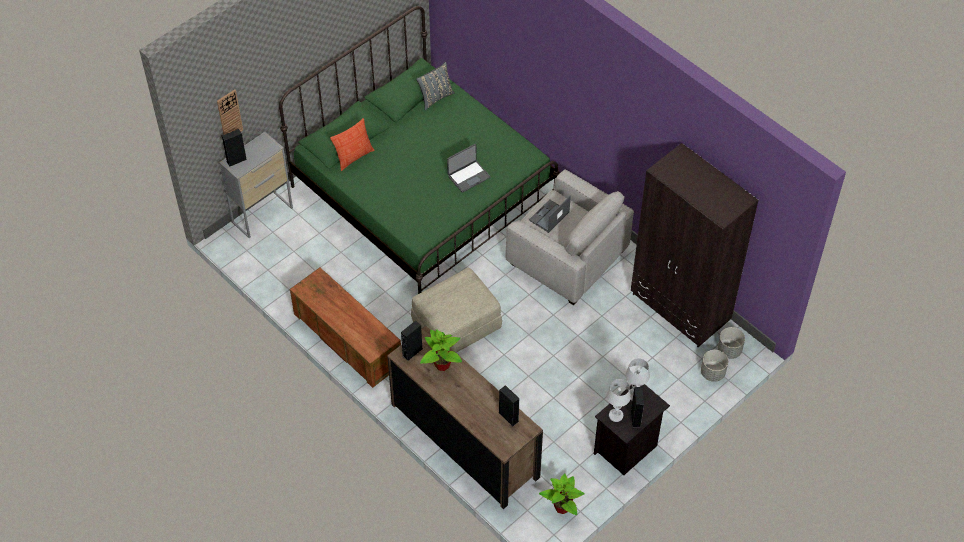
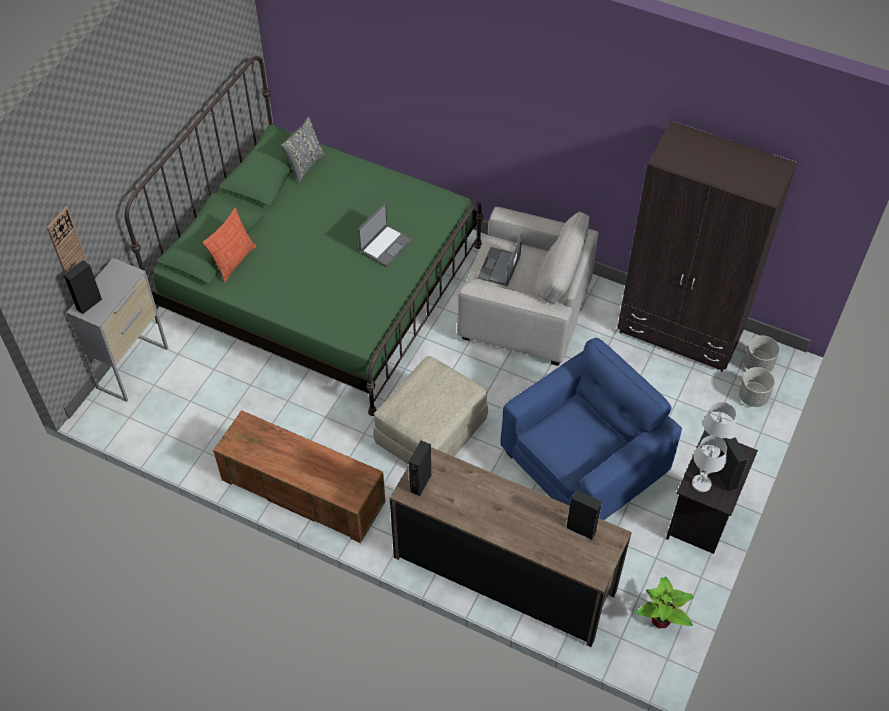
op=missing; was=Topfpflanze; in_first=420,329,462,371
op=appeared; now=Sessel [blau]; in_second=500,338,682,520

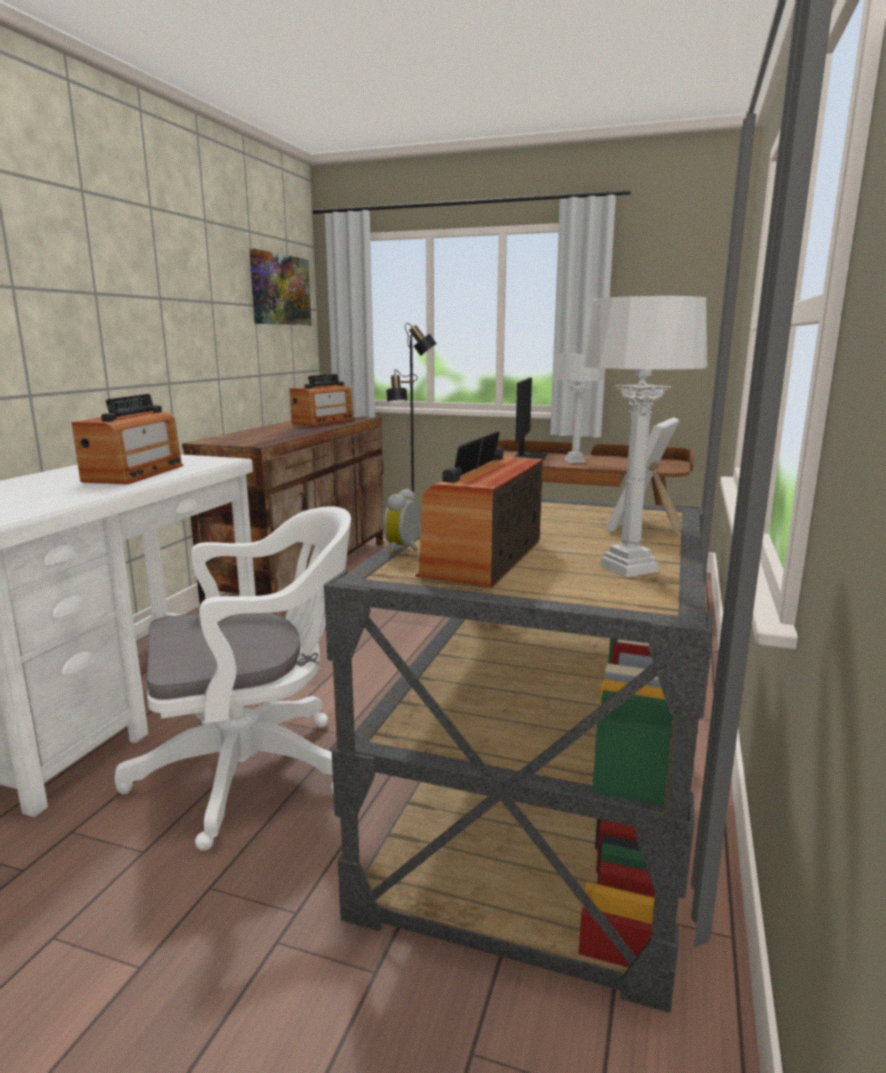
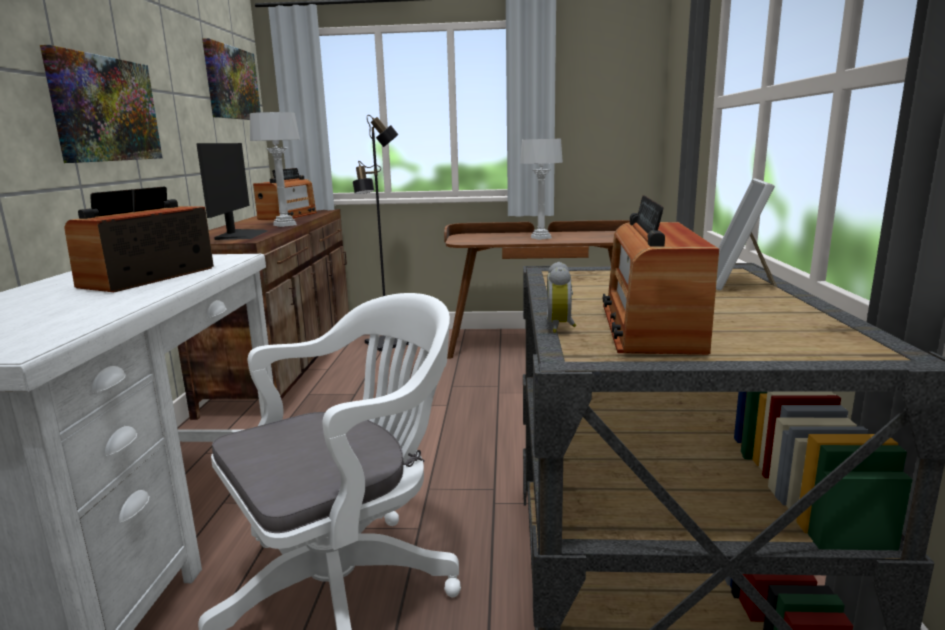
op=spun; was=Radio; in_first=72,394,183,484; in_second=64,187,214,292; clockwise=-150
op=relocated; was=Monitor; in_first=514,377,547,461; in_second=196,143,268,240
op=relocated; was=Tischlampe [grau]; in_first=583,296,708,577; in_second=250,112,300,227
op=appeared; now=Bild; in_second=40,45,163,163

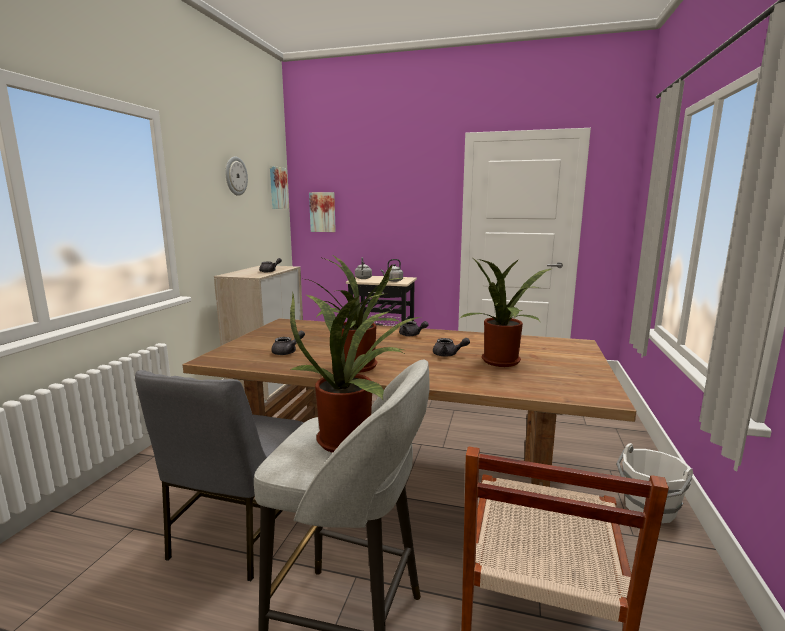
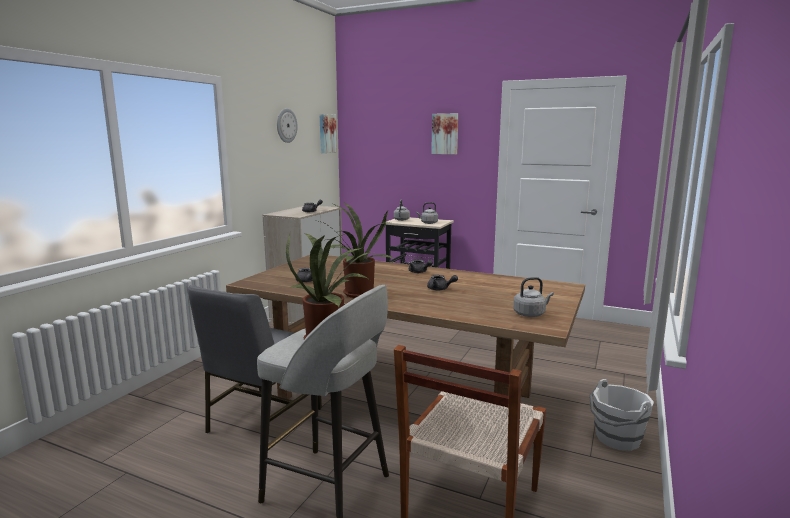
op=relocated; was=Bild; in_first=309,192,336,232; in_second=431,113,458,155
op=missing; was=Topfpflanze; in_first=459,258,551,367
op=appeared; now=Wasserkessel [grau]; in_second=513,277,554,317

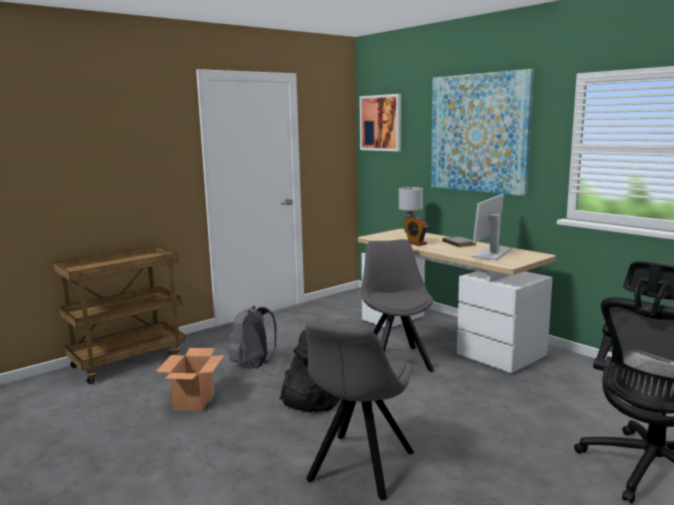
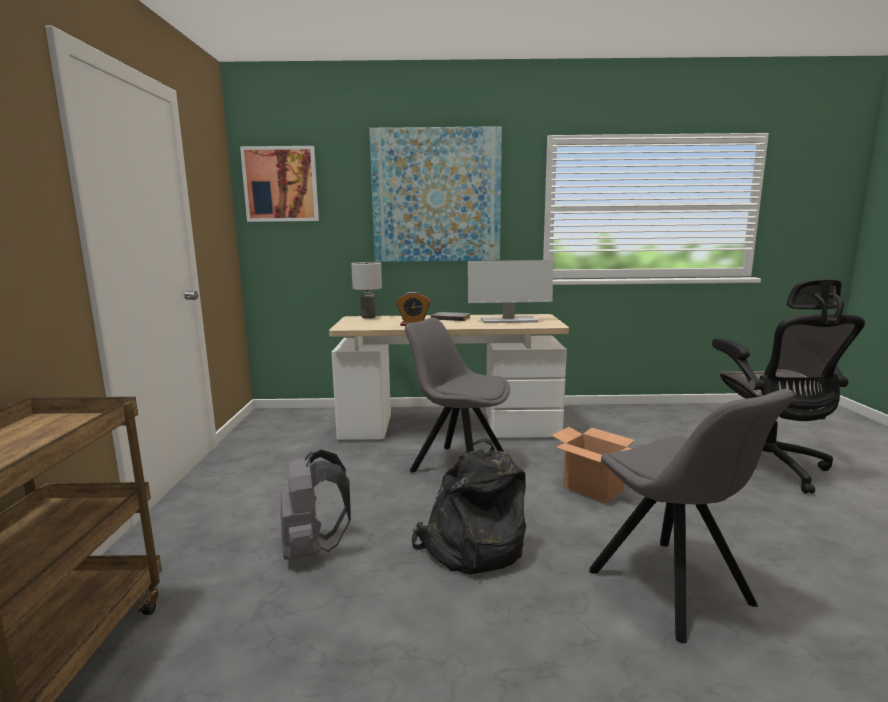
op=relocated; was=Karton; in_first=156,348,224,411; in_second=551,427,635,504
op=spun; was=Monitor; in_first=472,194,512,260; in_second=468,260,553,323; clockwise=-75

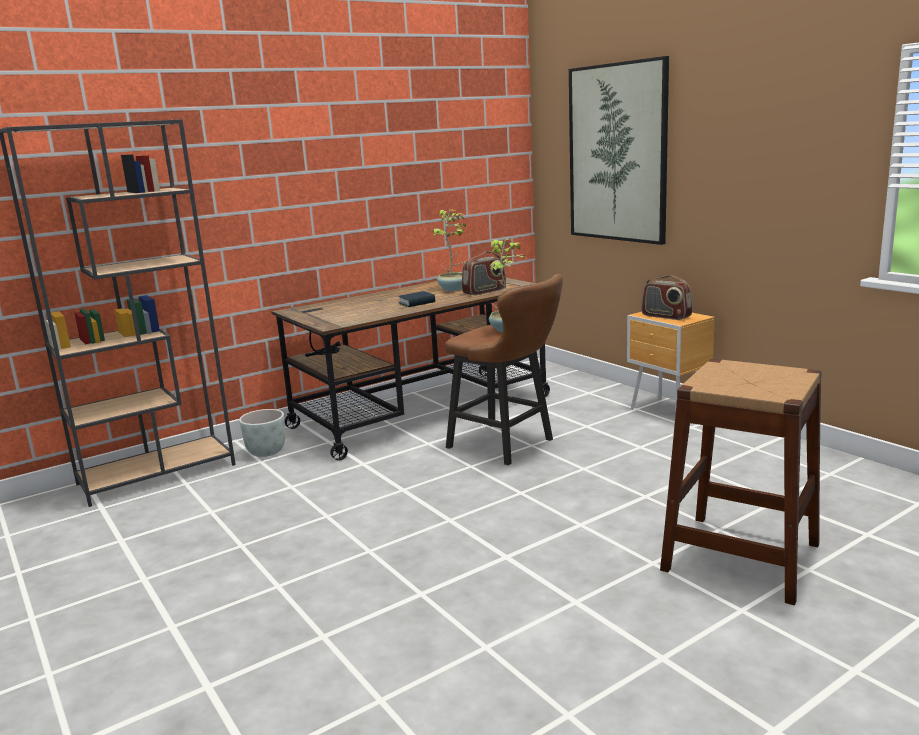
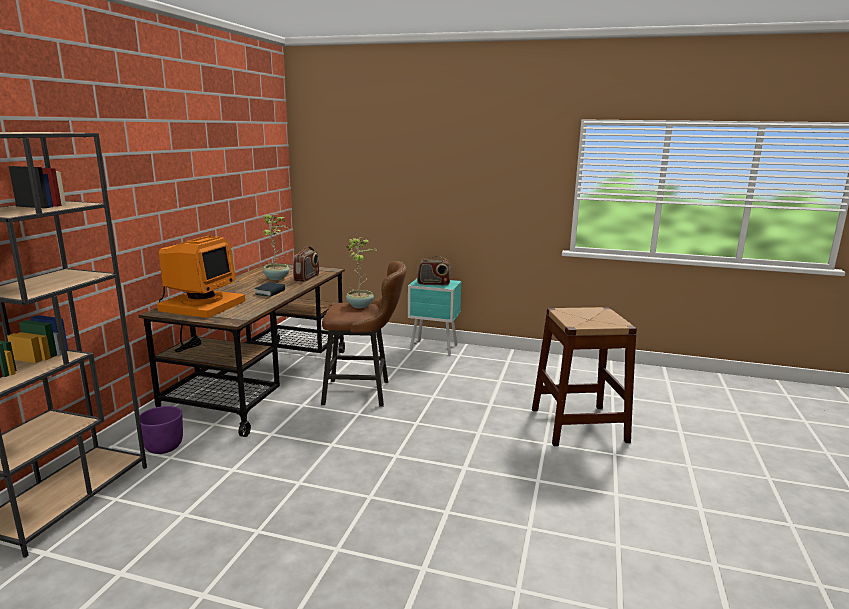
op=colour; was=Pflanzkübel [grau]; now=Pflanzkübel [lila]; in_first=239,409,285,457; in_second=140,406,183,454
op=missing; was=Bild; in_first=569,56,669,245
op=colour; was=Nachttisch [braun]; now=Nachttisch [türkis]; in_first=627,312,715,415; in_second=408,279,461,355
op=appeared; now=Monitor; in_second=157,236,245,318

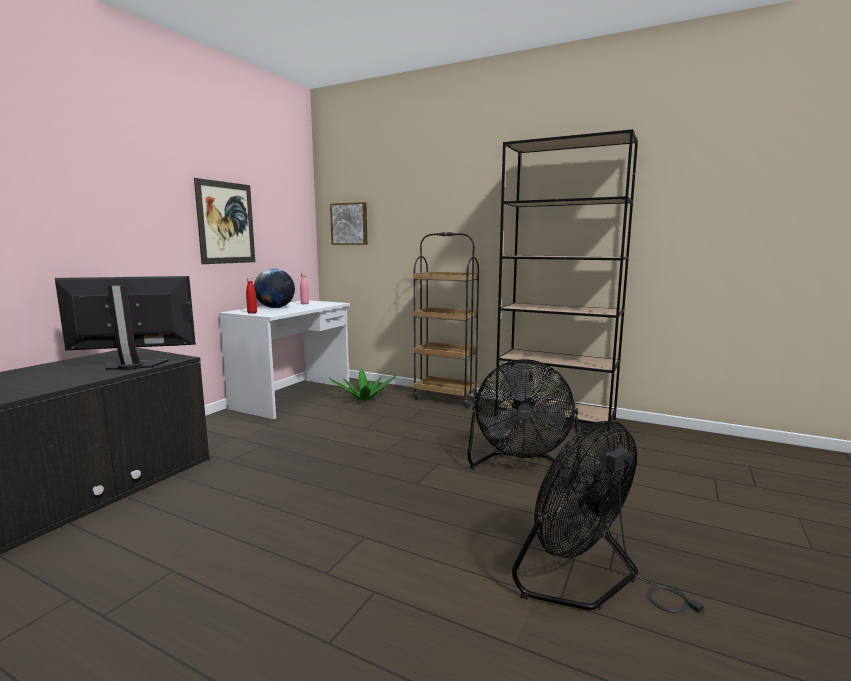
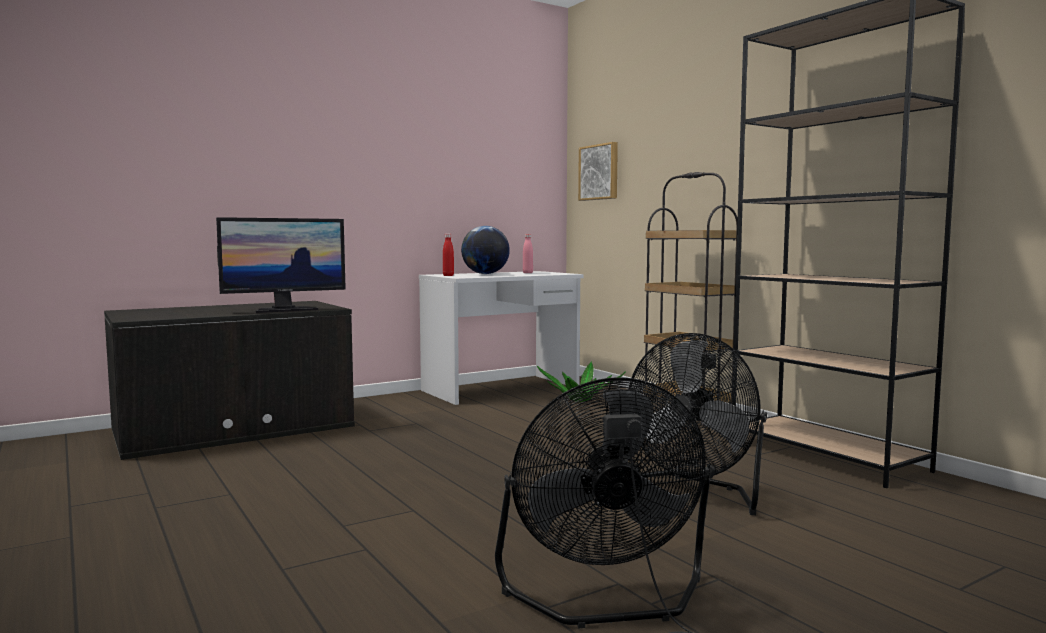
op=spun; was=Monitor; in_first=55,276,196,370; in_second=216,217,346,313; clockwise=135
op=missing; was=Bild; in_first=194,178,255,264

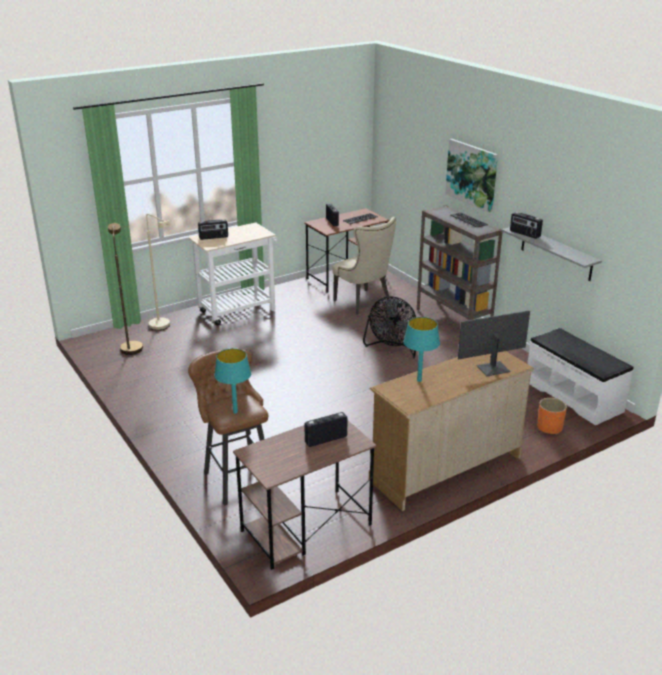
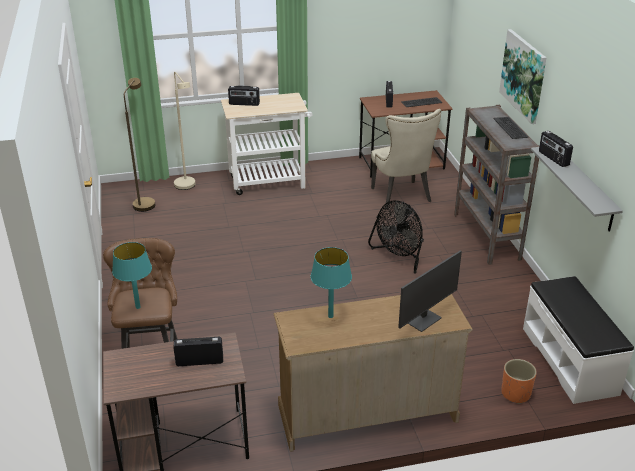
op=spun; was=Monitor; in_first=458,310,530,376; in_second=398,250,462,332; clockwise=135

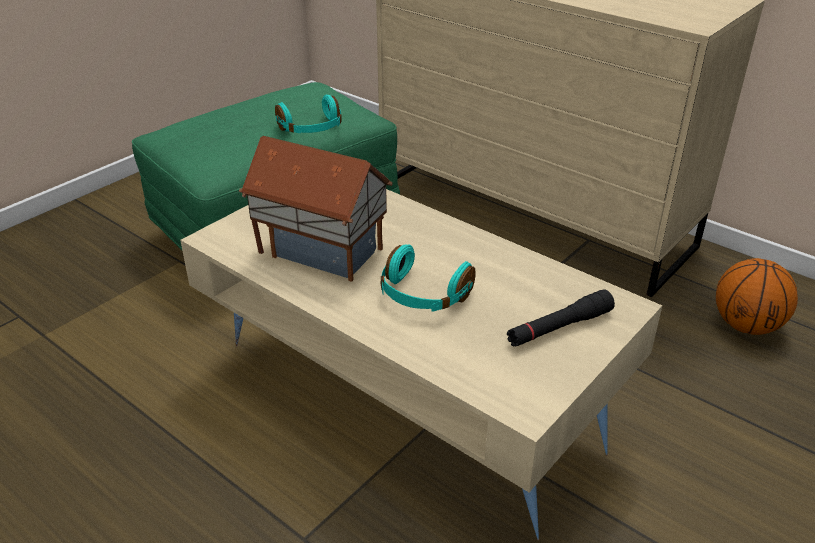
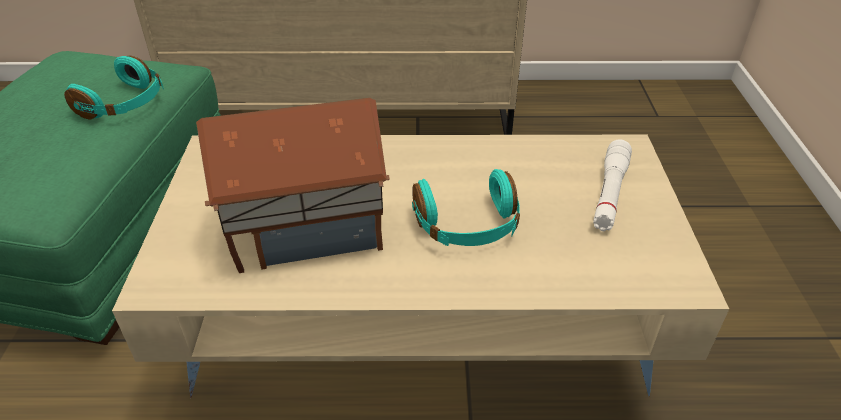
op=colour; was=Taschenlampe [schwarz]; now=Taschenlampe [weiß]; in_first=507,289,615,347; in_second=593,140,632,231
op=missing; was=Basketball; in_first=716,258,798,335

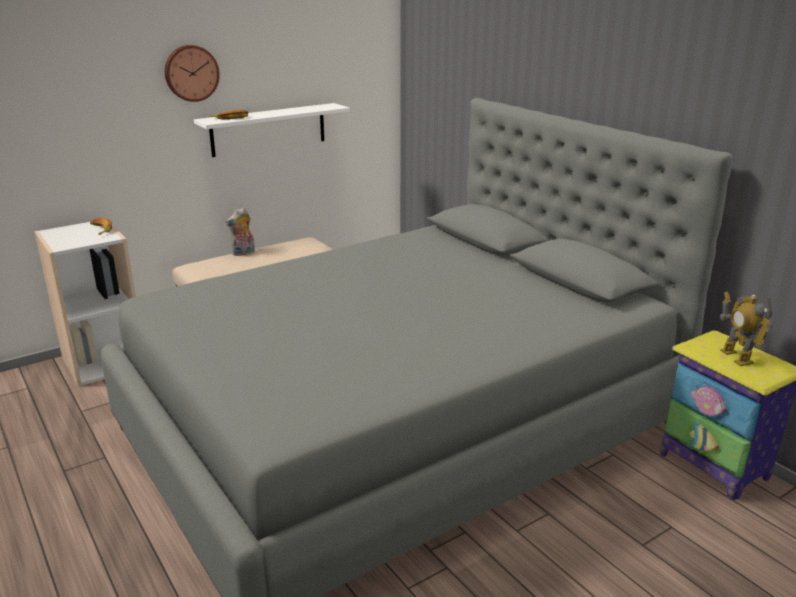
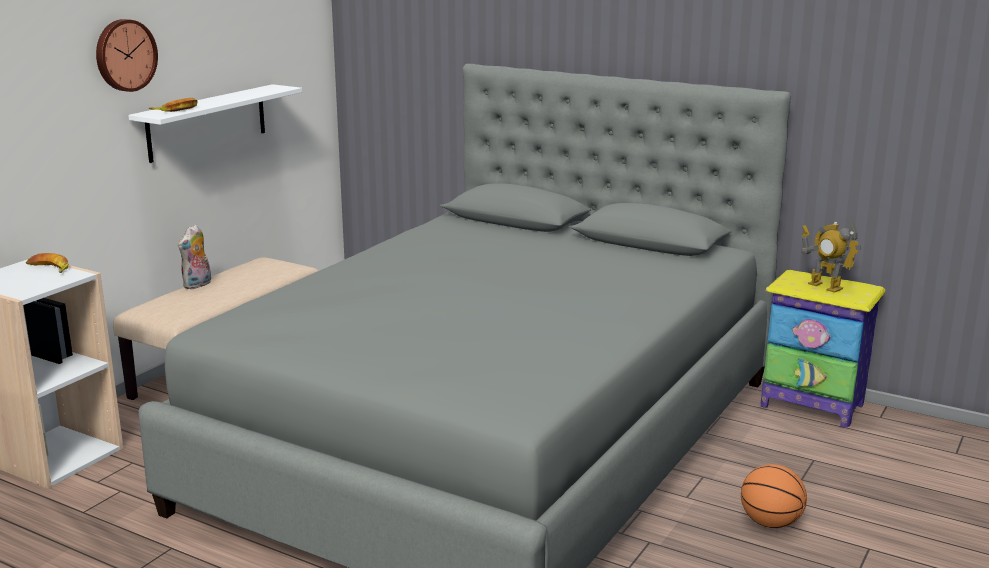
op=appeared; now=Basketball; in_second=741,464,807,528

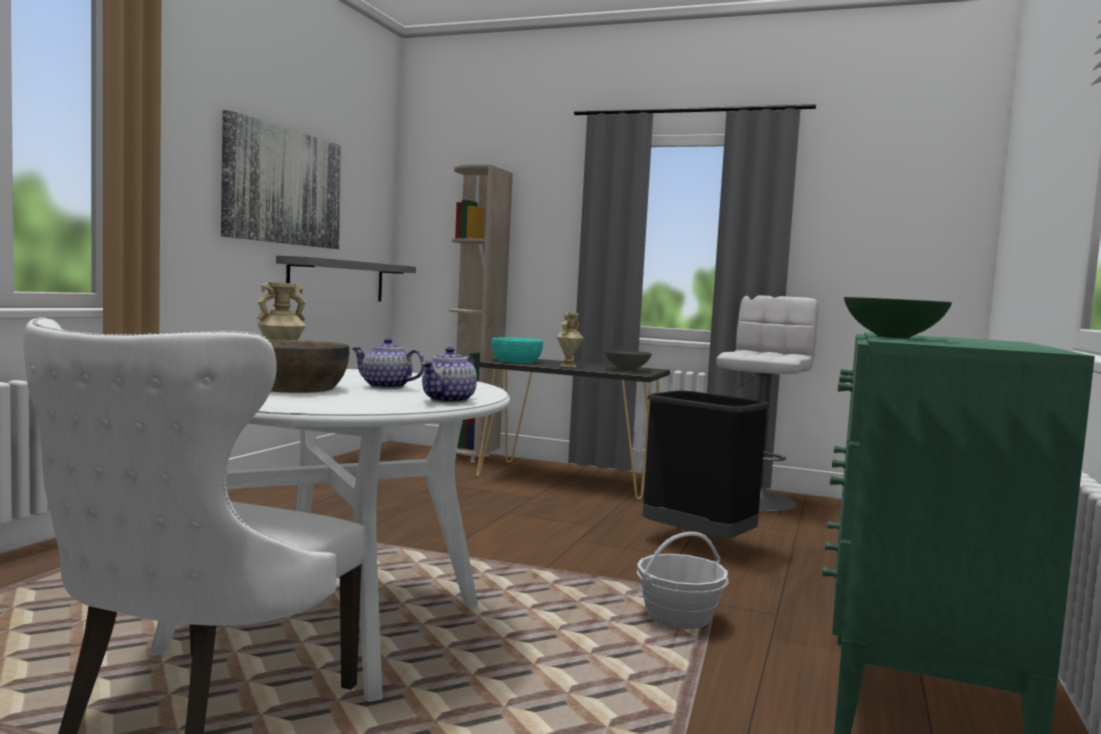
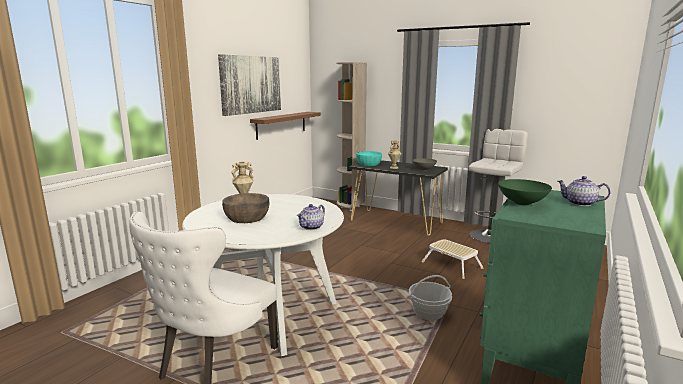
op=colour; was=Wandregal [grau]; now=Wandregal [braun]; in_first=276,255,416,302; in_second=250,112,321,140
op=relocated; was=Teekanne; in_first=352,338,425,389; in_second=558,176,611,206
op=exchanged; was=Mülleimer [schwarz]; now=Trittleiter [beige]; in_first=643,390,770,538; in_second=421,239,484,279

